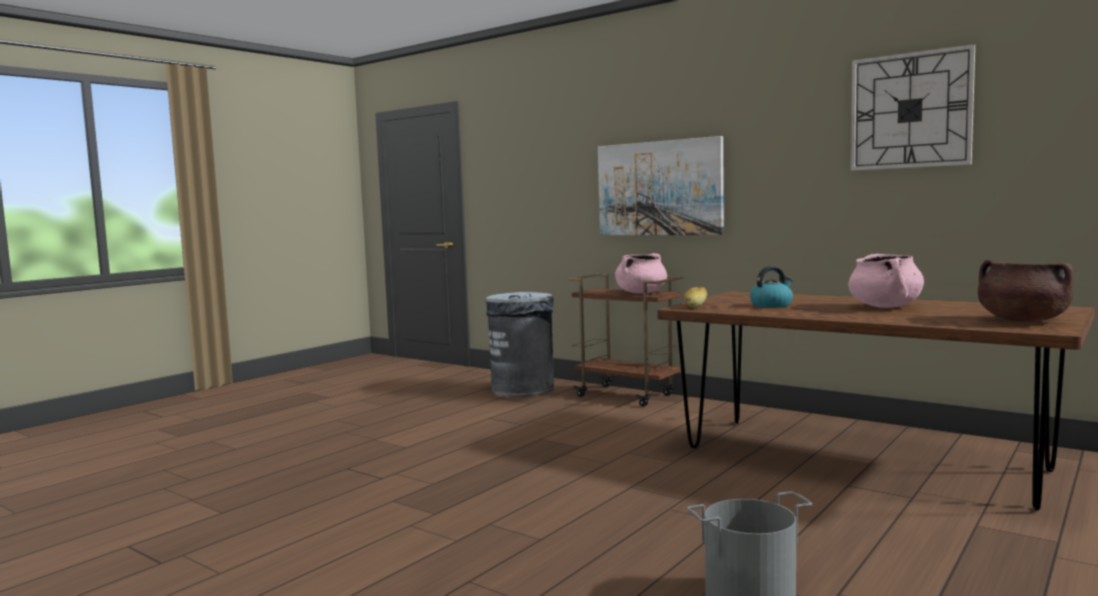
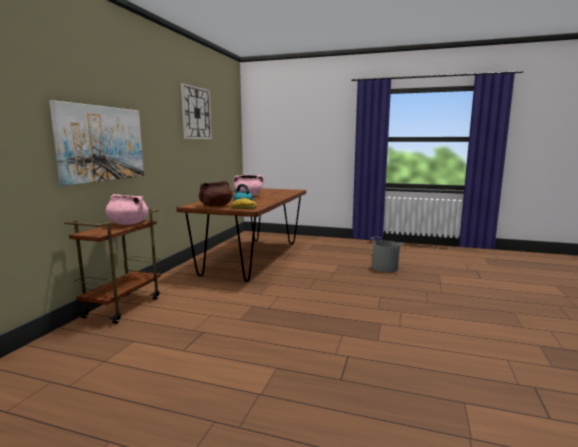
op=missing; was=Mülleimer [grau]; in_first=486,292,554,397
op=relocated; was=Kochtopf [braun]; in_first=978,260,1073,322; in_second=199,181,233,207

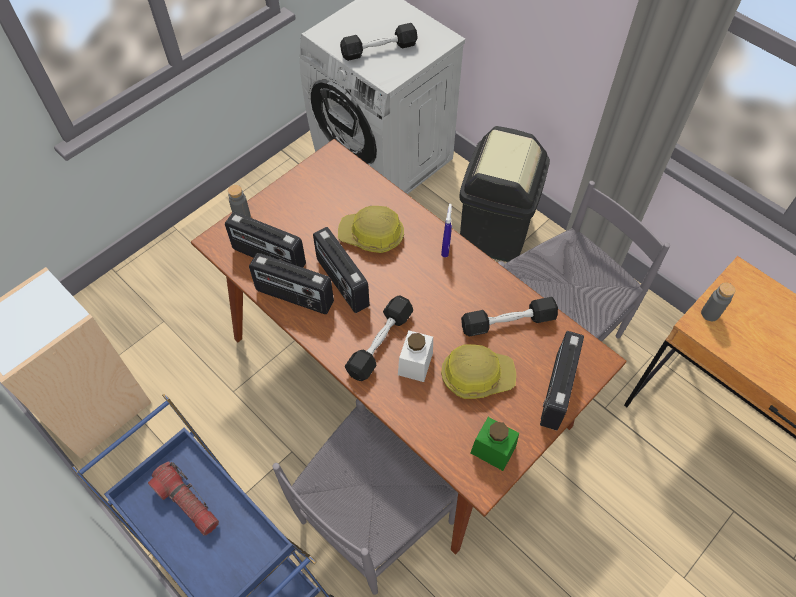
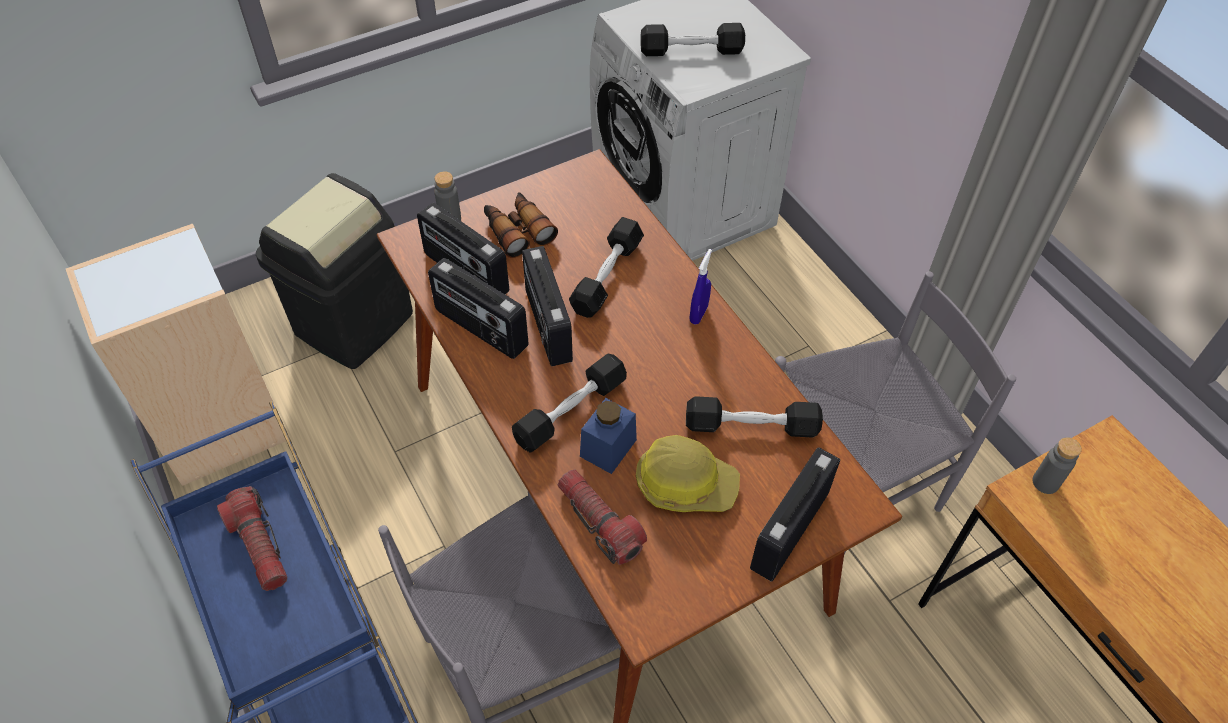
op=exchanged; was=Schutzhelm; now=Hantel [schwarz]; in_first=338,206,404,253; in_second=569,217,644,318
op=colour; was=Vorratsglas [weiß]; now=Vorratsglas [blau]; in_first=398,330,433,382; in_second=580,398,637,474
op=relocated; was=Mülleimer [schwarz]; in_first=459,126,550,262; in_second=256,173,413,369
op=missing; was=Vorratsglas [grün]; in_first=470,417,519,471
op=appeared; now=Fernglas; in_second=484,192,558,258
op=appeared; now=Taschenlampe; in_second=558,470,647,565

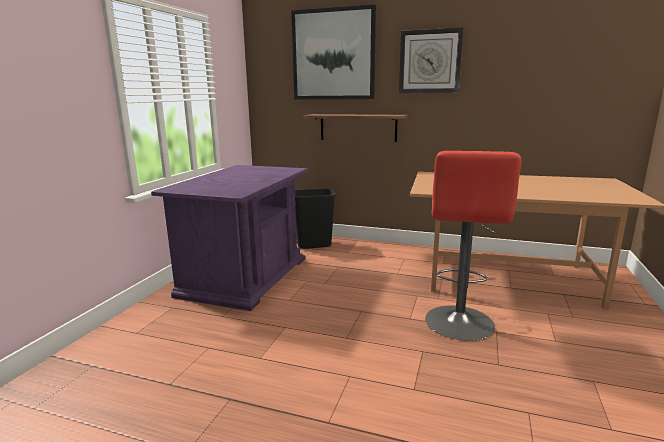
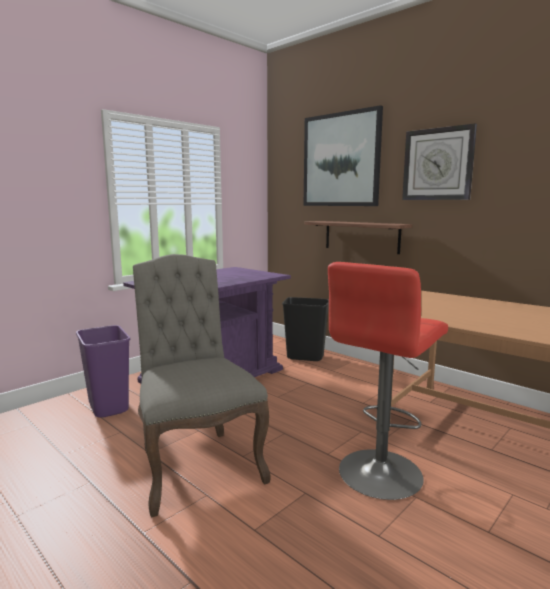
op=appeared; now=Mülleimer [lila]; in_second=76,325,130,418
op=appeared; now=Stuhl [grau]; in_second=133,254,271,517

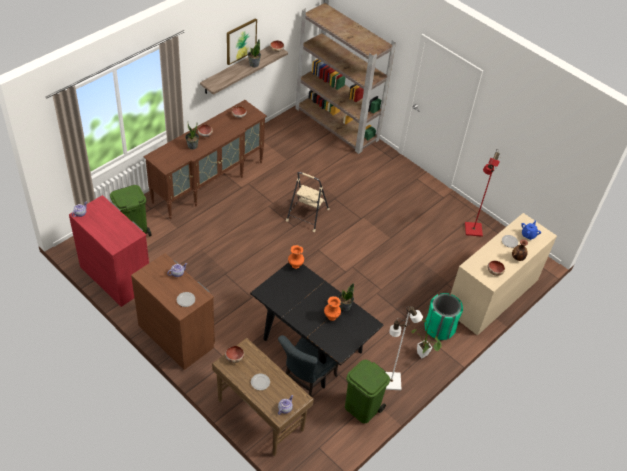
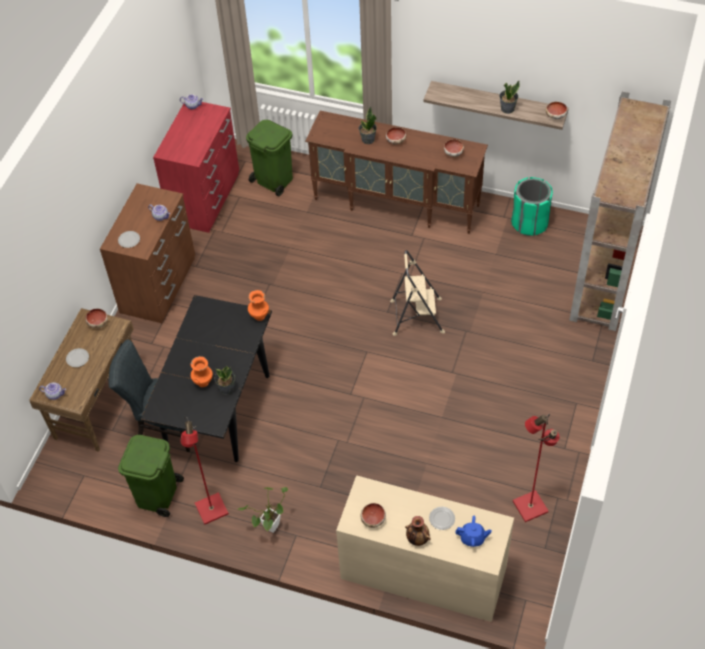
op=missing; was=Bild; in_first=227,18,257,65
op=colour; was=Stehlampe [weiß]; now=Stehlampe [rot]; in_first=386,306,423,390; in_second=180,417,229,525
op=relocated; was=Mülleimer [grün]; in_first=424,293,463,340; in_second=511,177,553,236

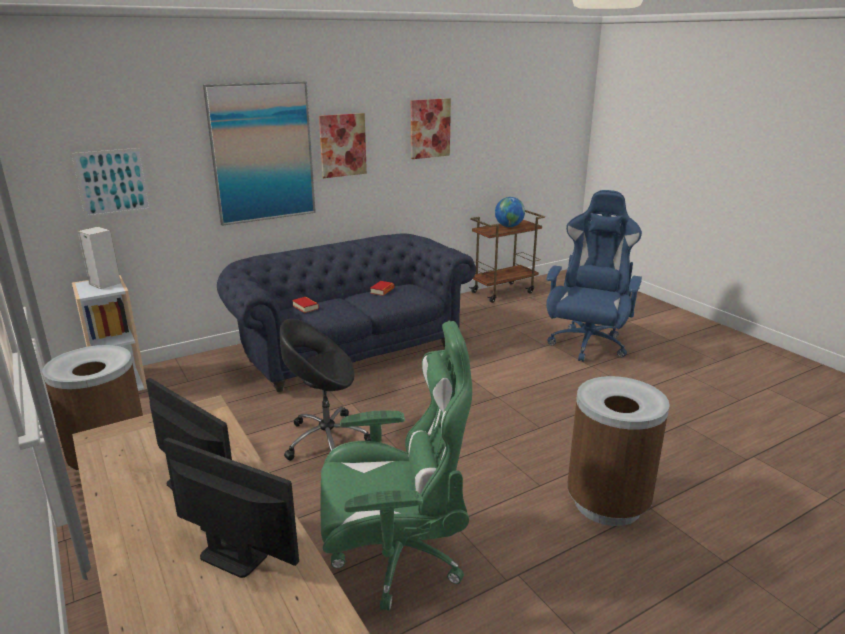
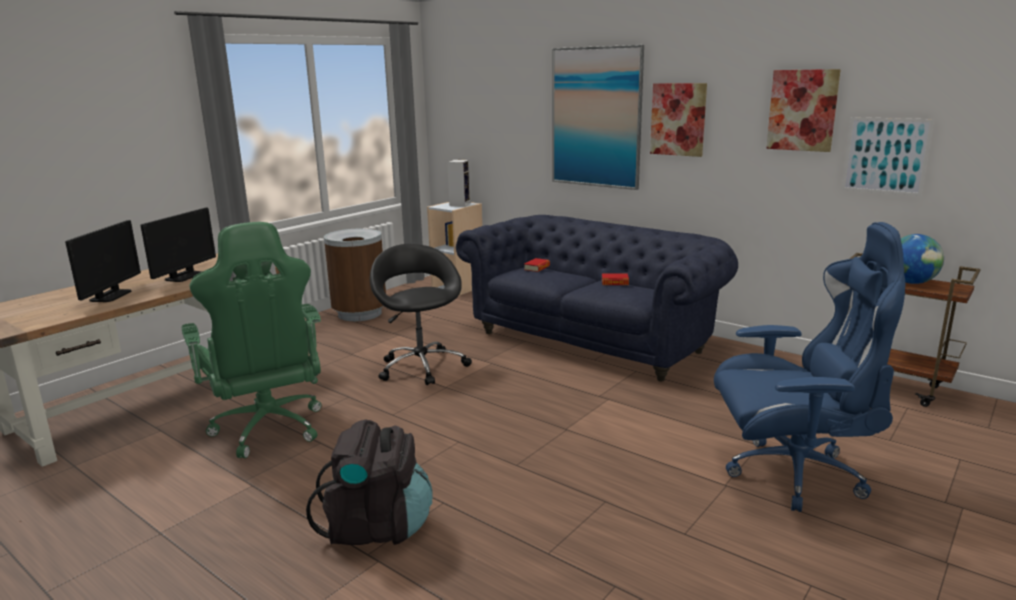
op=relocated; was=Bild; in_first=71,148,152,218; in_second=841,117,934,196
op=exchanged; was=Mülleimer [braun]; now=Rucksack [schwarz]; in_first=567,376,670,526; in_second=306,420,433,545

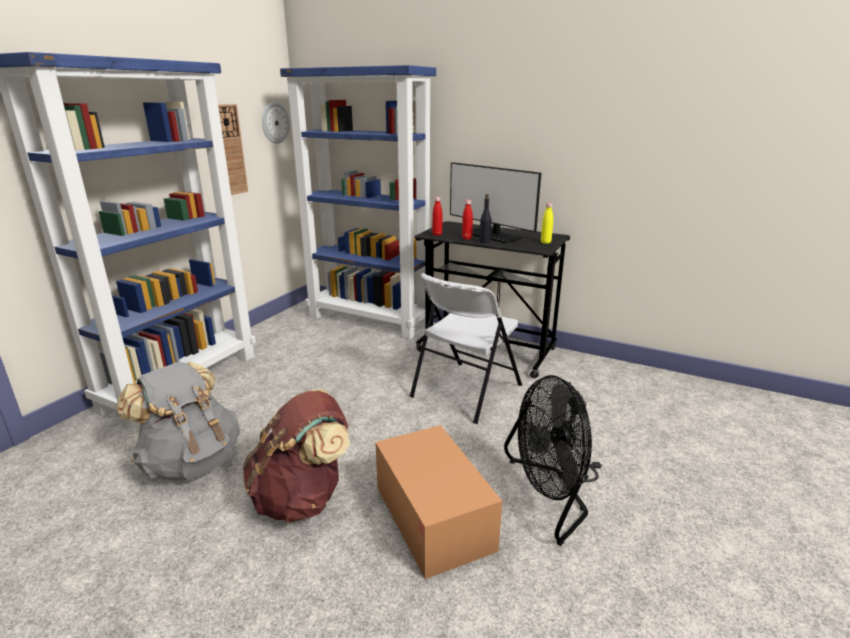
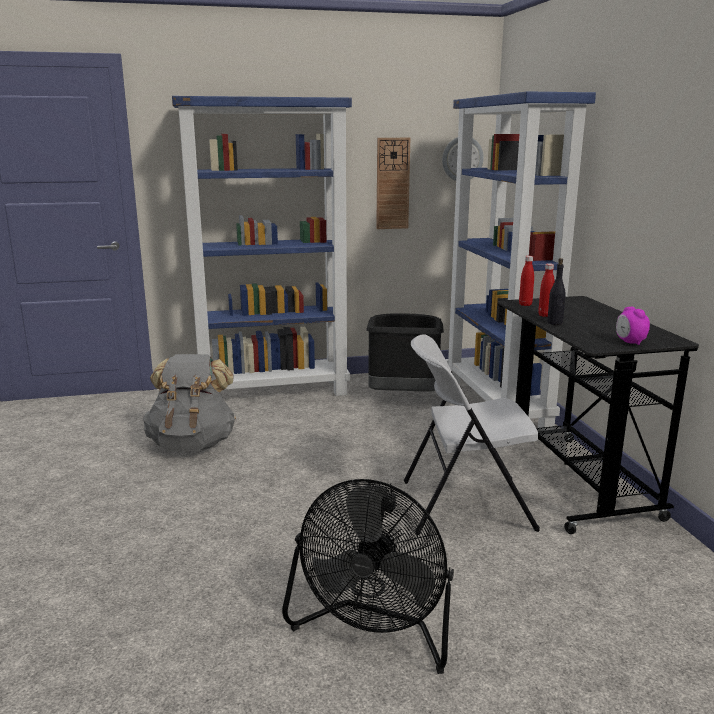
op=missing; was=Rucksack [braun]; in_first=243,389,350,523
op=missing; was=Karton; in_first=375,425,502,579
op=missing; was=Monitor; in_first=450,162,541,244
op=spun; was=Ventilator [schwarz]; in_first=504,375,603,546; in_second=282,479,454,674; clockwise=-105
op=exchanged; was=Flasche [gelb]; now=Wecker; in_first=541,203,553,244; in_second=616,307,650,345
op=appeared; now=Mülleimer [schwarz]; in_second=366,313,444,392

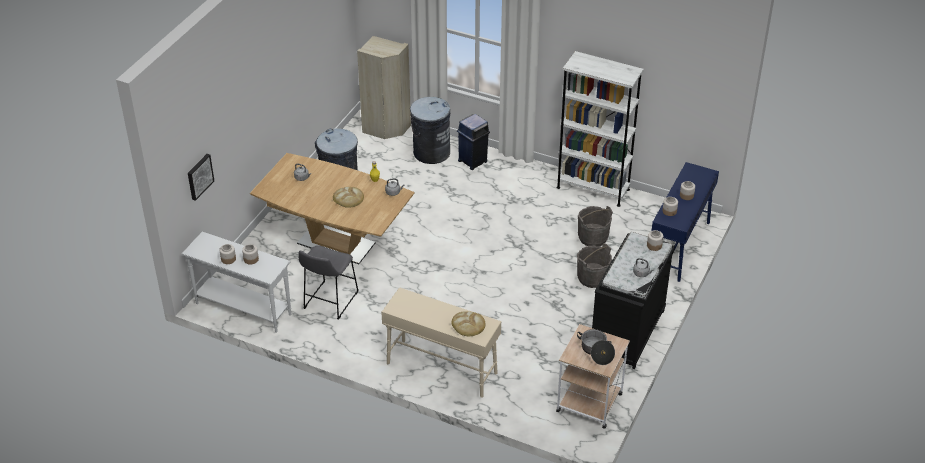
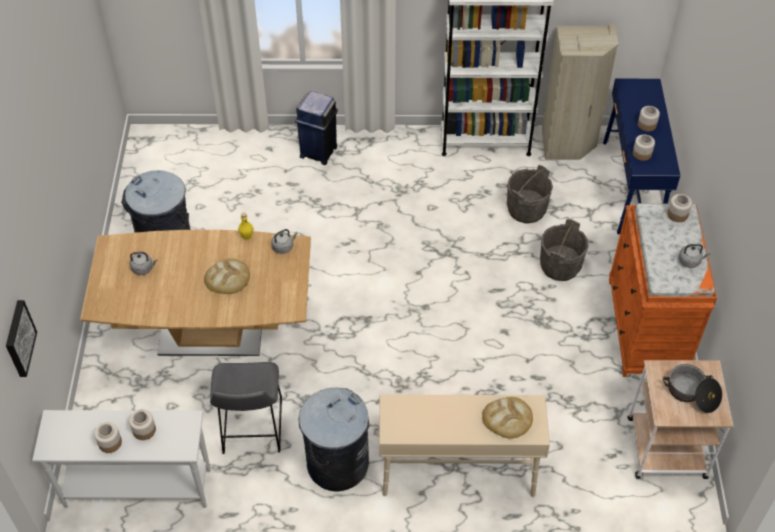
op=relocated; was=Schrank [beige]; in_first=357,36,411,139; in_second=542,24,619,160
op=relocated; was=Mülleimer [grau]; in_first=410,97,450,164; in_second=299,388,369,492
op=colour; was=Kommode [schwarz]; now=Kommode [orange]; in_first=592,232,675,369; in_second=609,203,717,377

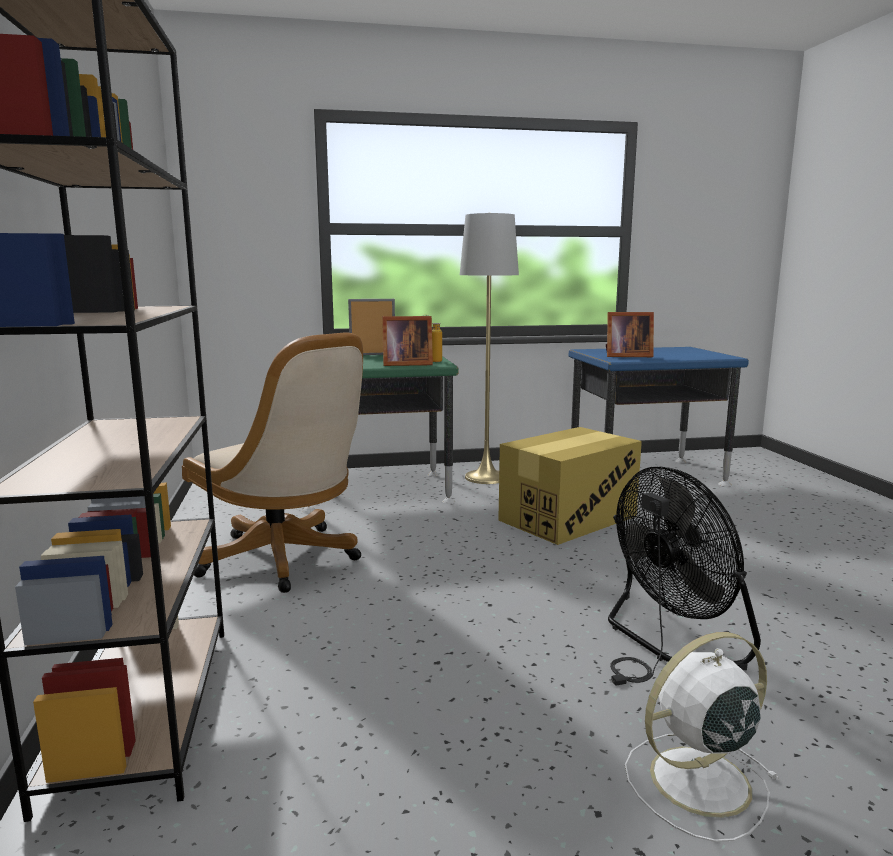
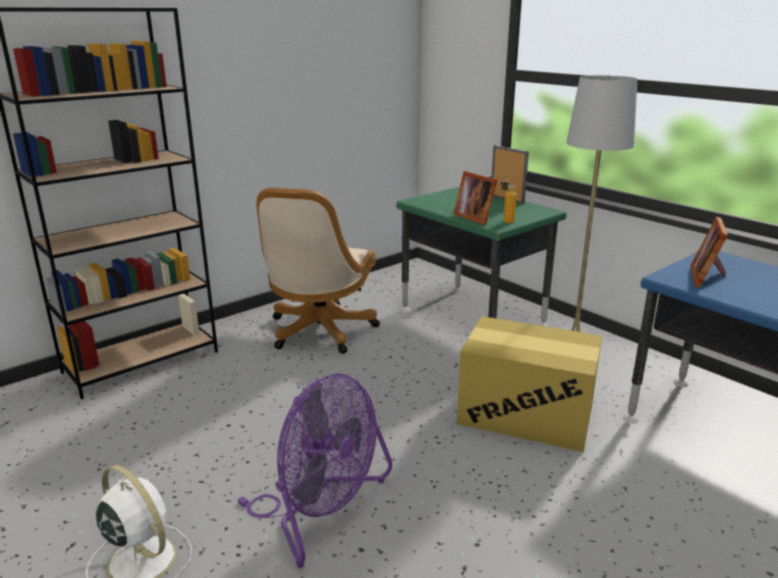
op=spun; was=Bilderrahmen; in_first=606,312,654,357; in_second=690,216,728,288; clockwise=45
op=colour; was=Ventilator [schwarz]; now=Ventilator [lila]; in_first=608,466,761,685; in_second=238,374,392,569

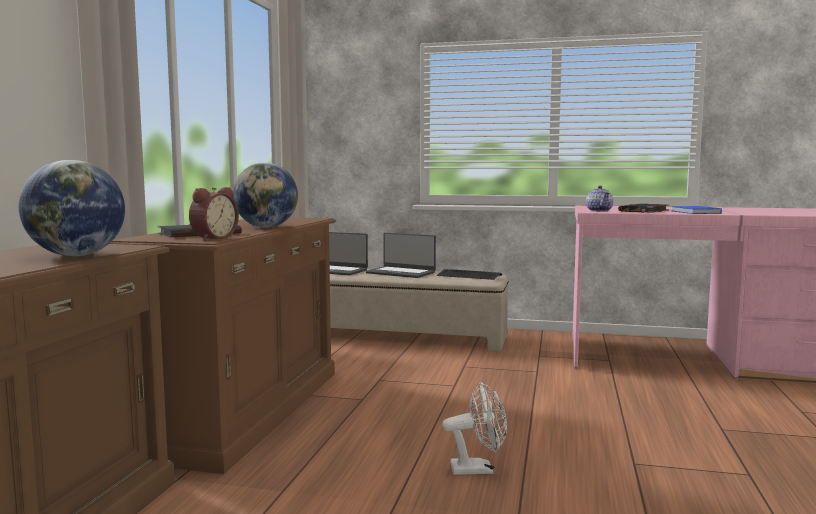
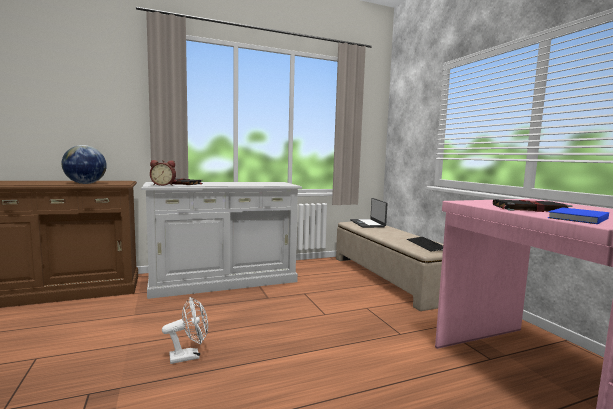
op=colour; was=Kommode [braun]; now=Kommode [weiß]; in_first=109,217,336,474; in_second=141,182,302,299
op=missing; was=Globus; in_first=233,163,298,228
op=missing; was=Laptop; in_first=366,233,436,278
op=spun; was=Ventilator [weiß]; in_first=442,382,507,475; in_second=162,297,208,364; clockwise=-75
op=missing; was=Teekanne; in_first=586,186,613,212

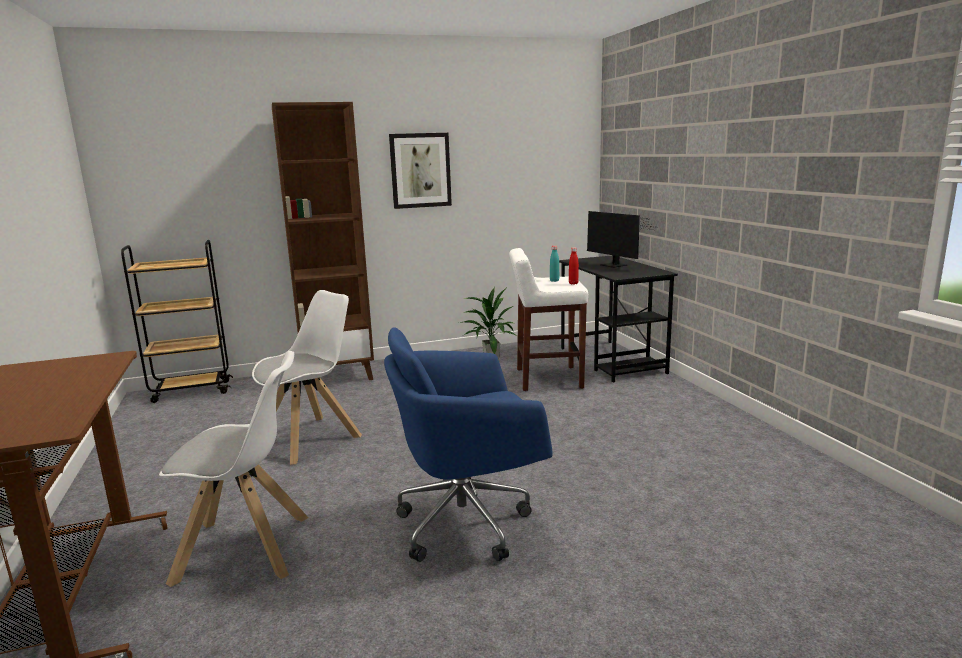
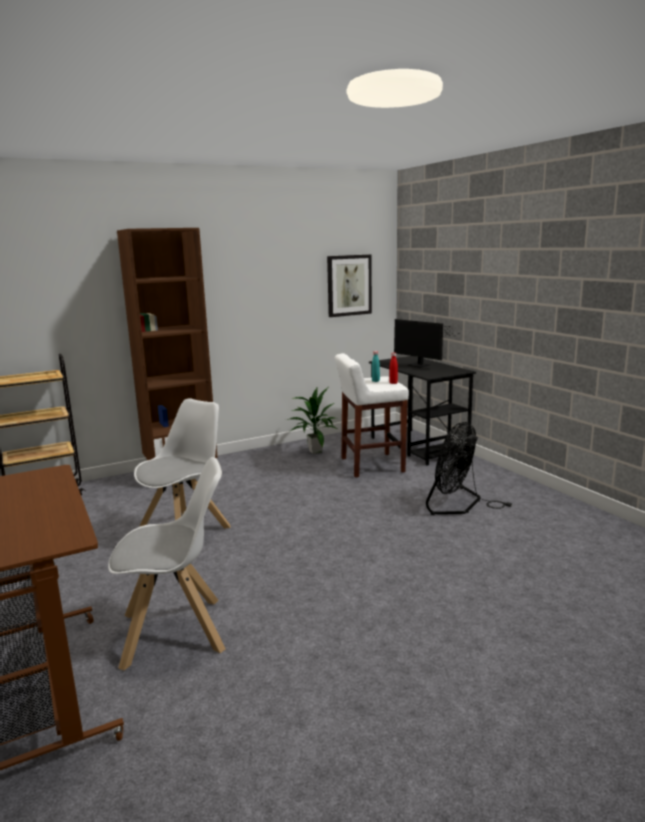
op=missing; was=Bürostuhl [blau]; in_first=384,327,553,562
op=relocated; was=Bild; in_first=389,133,452,209; in_second=327,254,372,317
op=appeared; now=Ventilator [schwarz]; in_second=426,422,512,516

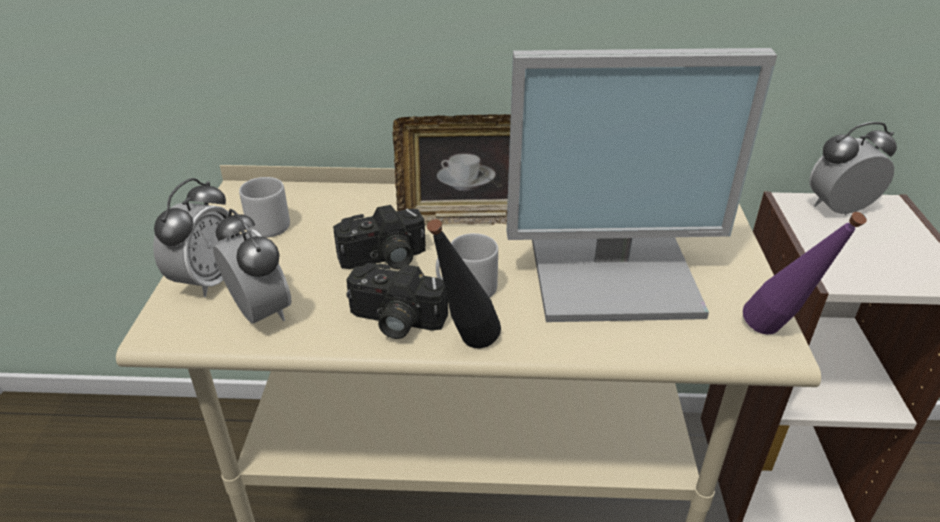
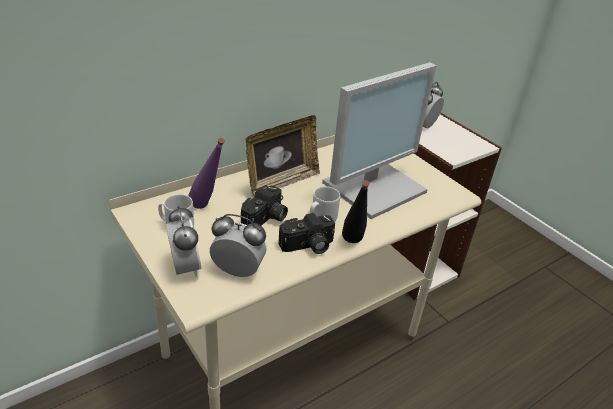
op=relocated; was=Flasche [lila]; in_first=743,212,867,335; in_second=188,138,225,209

